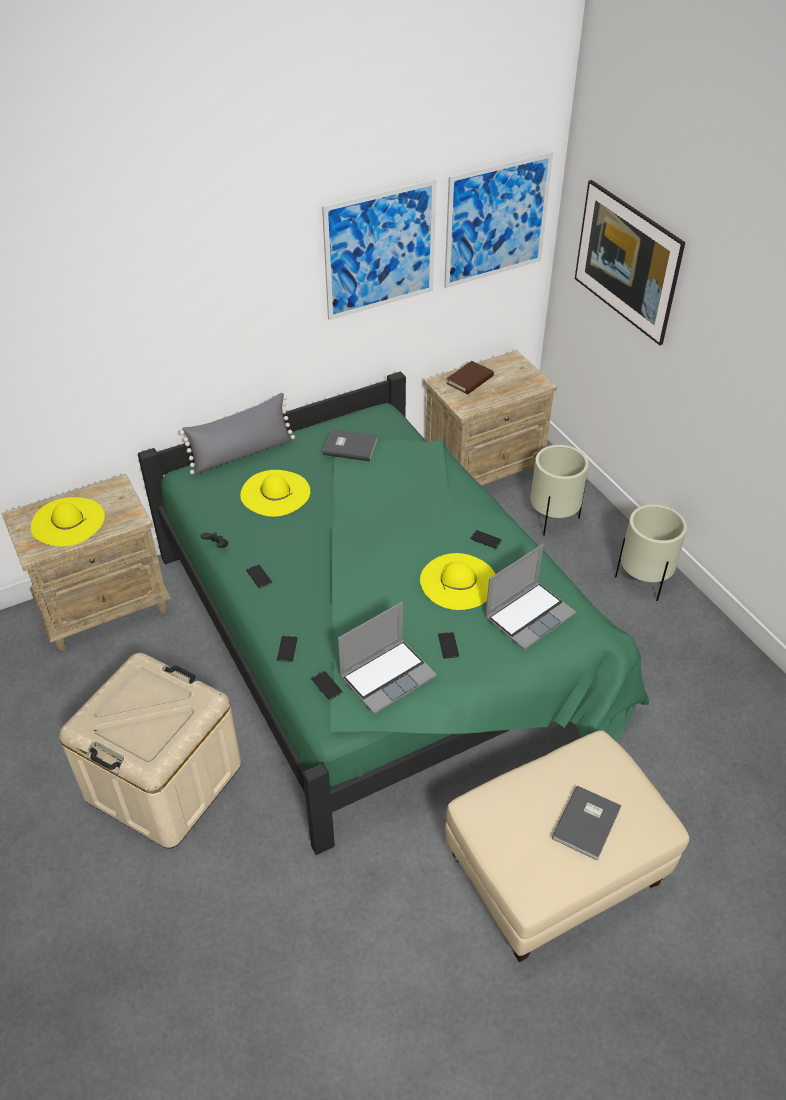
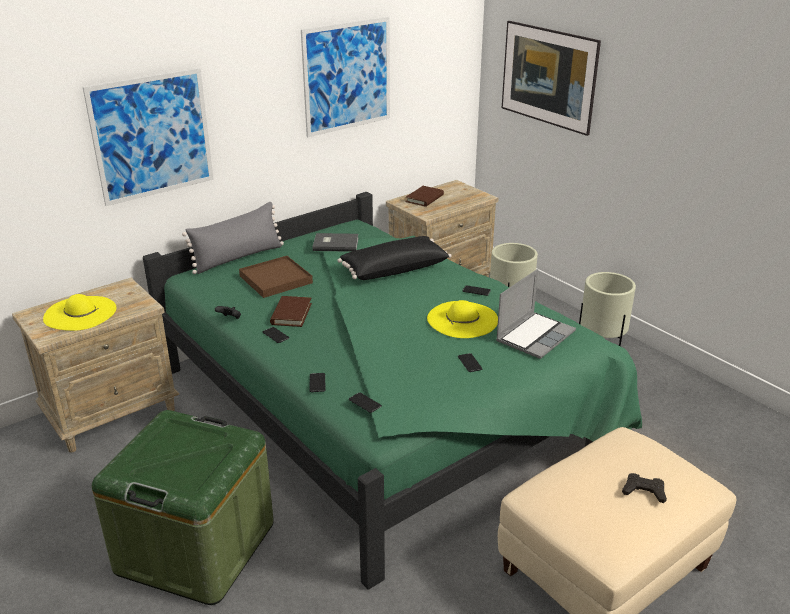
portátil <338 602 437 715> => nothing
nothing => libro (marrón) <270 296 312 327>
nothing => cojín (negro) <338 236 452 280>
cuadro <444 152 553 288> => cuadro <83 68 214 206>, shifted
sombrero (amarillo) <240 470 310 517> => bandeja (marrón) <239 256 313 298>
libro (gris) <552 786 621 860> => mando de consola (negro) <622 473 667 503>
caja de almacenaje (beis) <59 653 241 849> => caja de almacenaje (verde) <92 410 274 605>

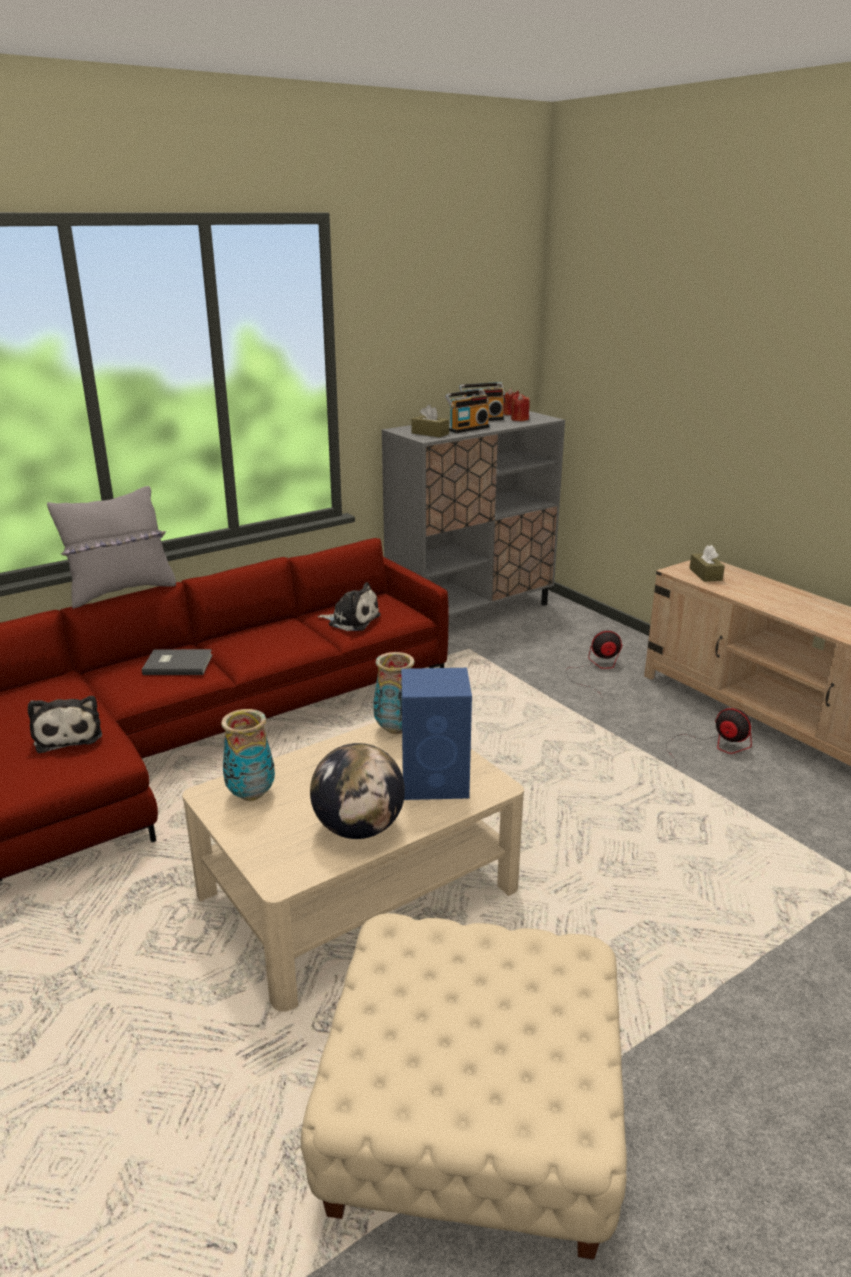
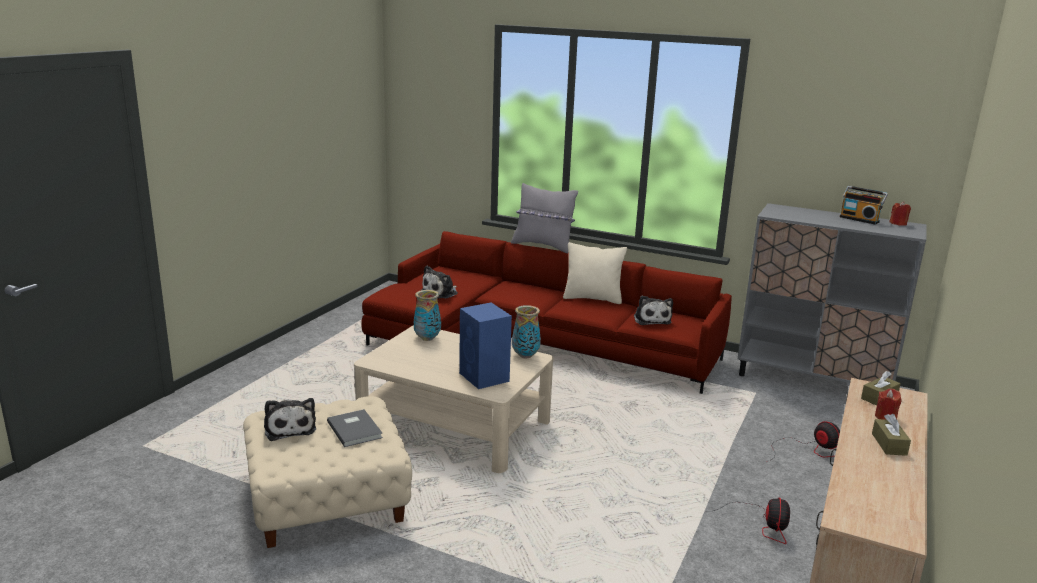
globo terráqueo <310 743 405 839> => nothing
radio <445 389 489 433> => nothing
nothing => peluche <264 398 316 441>
nothing => cojín (beis) <563 242 627 304>
libro (gris) <142 649 212 675> => libro (gris) <327 409 383 447>, shifted
caja de pañuelos (marrón) <412 405 449 437> => caja de pañuelos (marrón) <872 414 911 456>, shifted
vela (rojo) <511 394 530 421> => vela (rojo) <875 388 902 420>, shifted

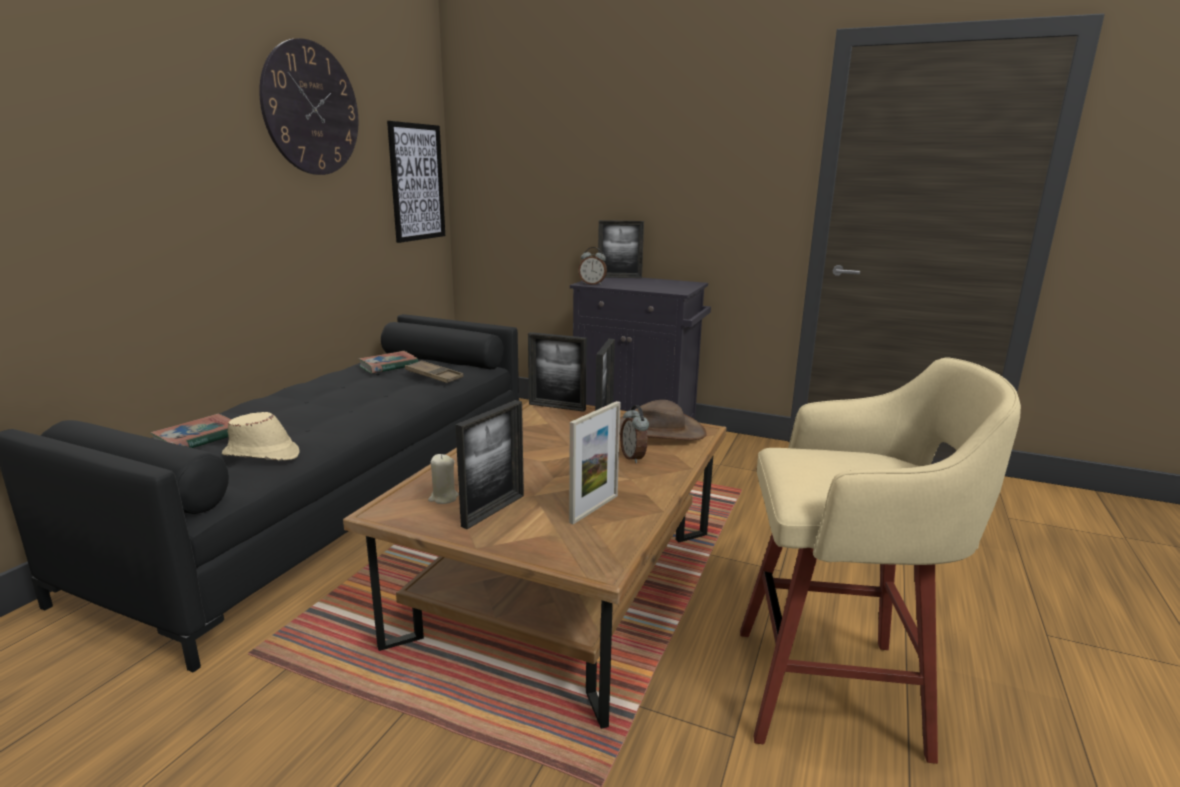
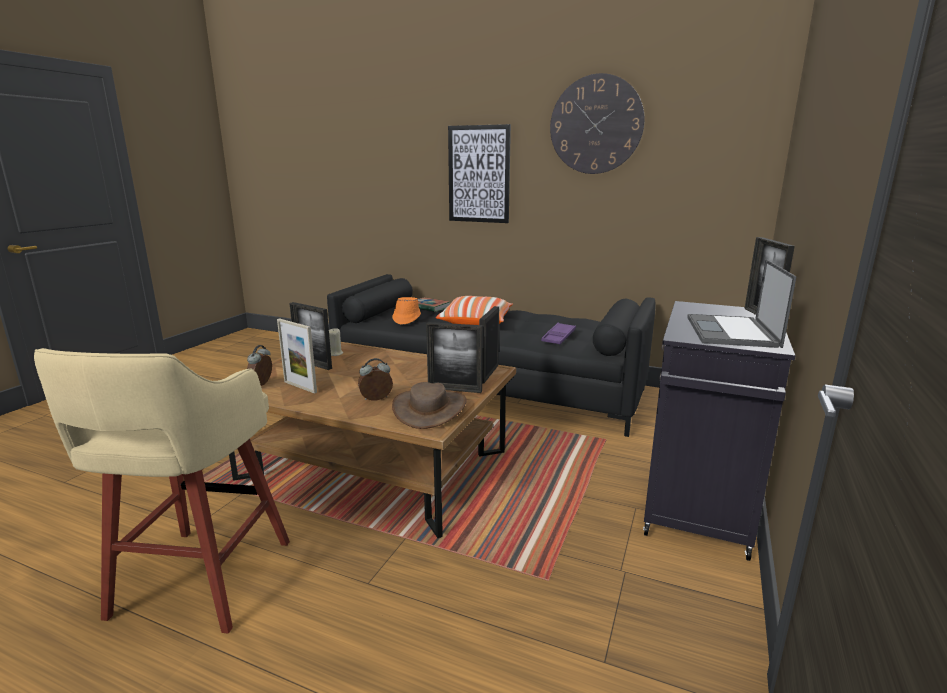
libro <359 351 418 374> => nothing
nothing => cojín <436 296 513 325>
nothing => portátil <687 259 796 348>
cuadro <387 121 445 243> => cuadro <448 124 511 223>, shifted
despertador <579 247 607 285> => despertador <247 345 272 386>, shifted
sombrero (beis) <222 412 300 461> => sombrero (naranja) <392 297 421 325>
bandeja (marrón) <405 360 463 383> => bandeja (morado) <541 323 576 344>

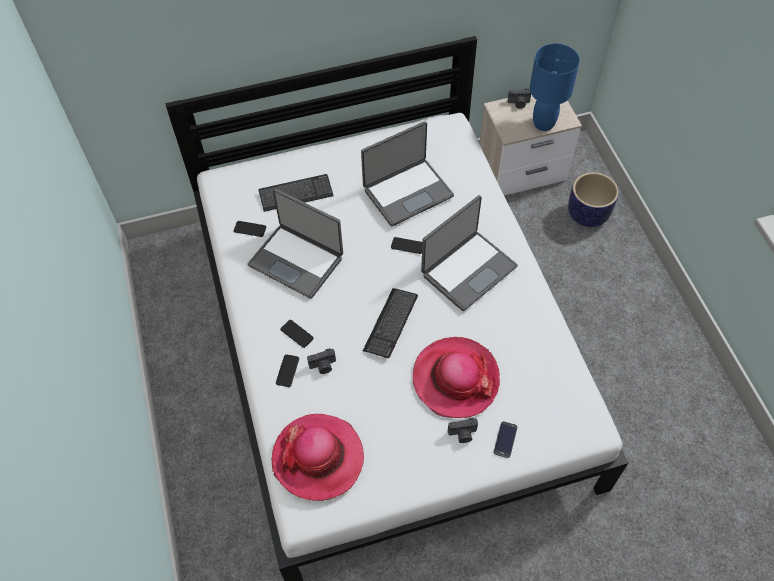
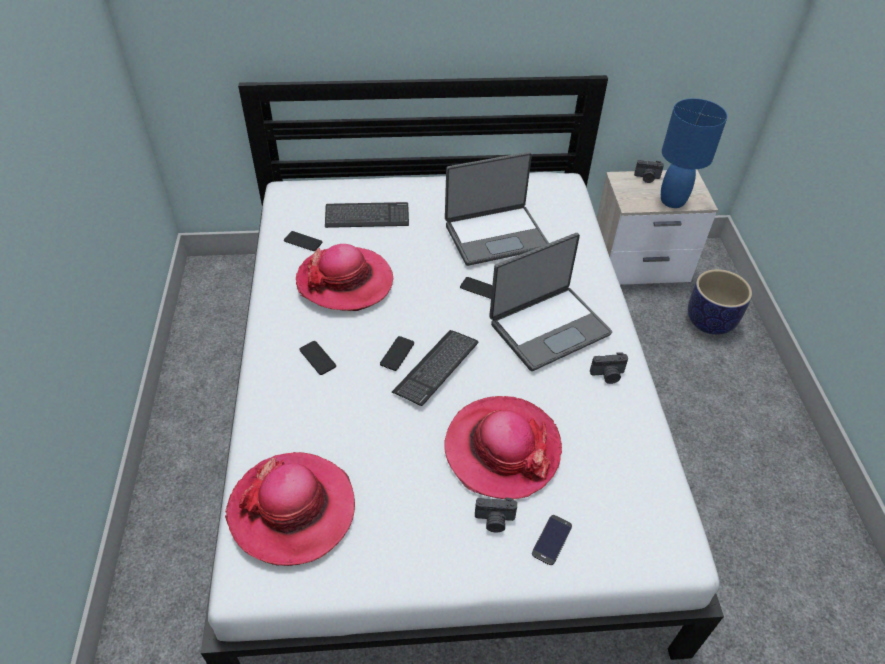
móvil <276 354 299 387> => móvil <380 336 414 371>, shifted
cámara <307 348 336 374> => cámara <590 353 628 384>, shifted
portátil <247 189 343 299> => sombrero <296 244 393 311>

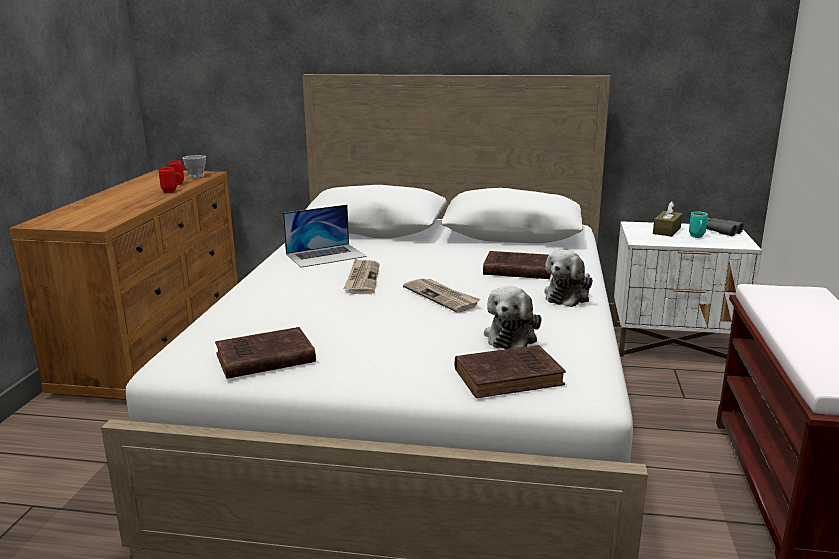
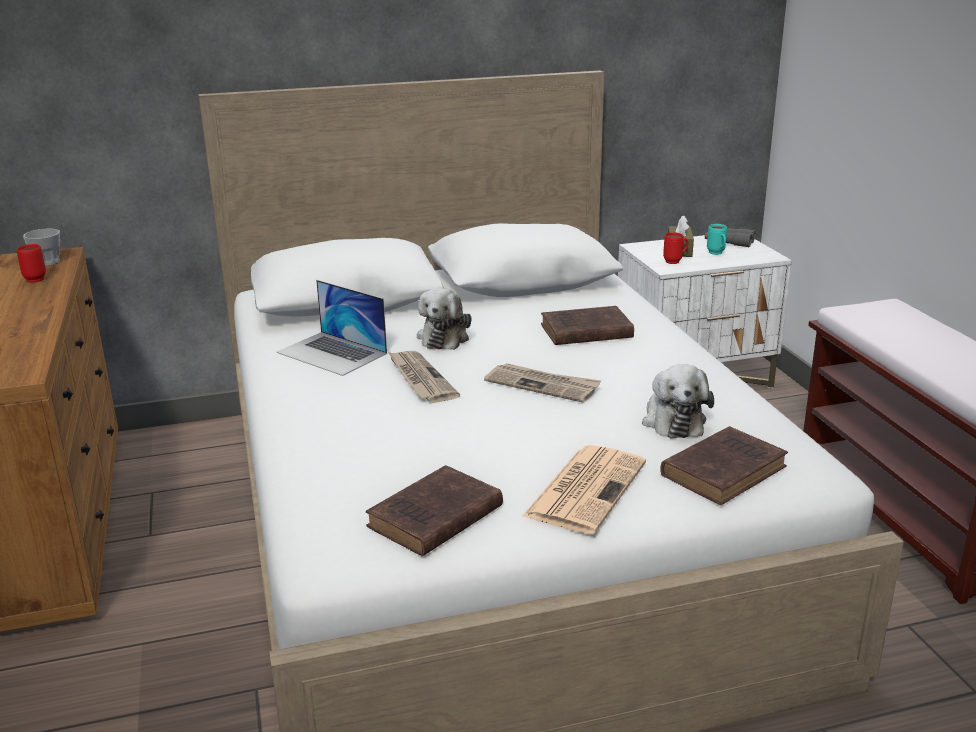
nothing => periódico <522 445 646 534>
taza grande (rojo) <159 167 182 193> => taza grande (rojo) <663 232 688 264>, shifted
peluche <544 250 593 307> => peluche <417 288 472 350>, shifted
portátil <283 205 367 268> => portátil <276 280 387 376>, 90 degrees clockwise

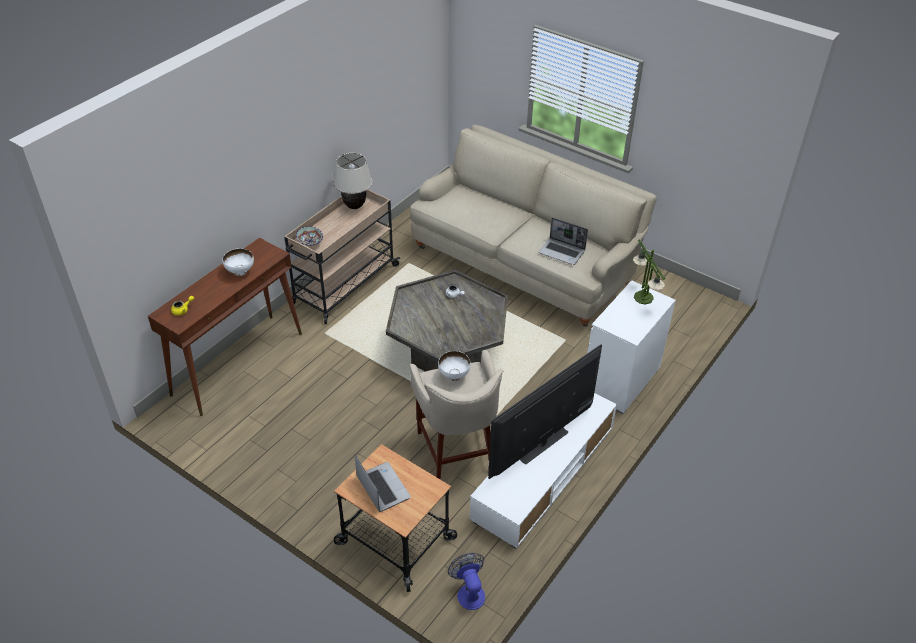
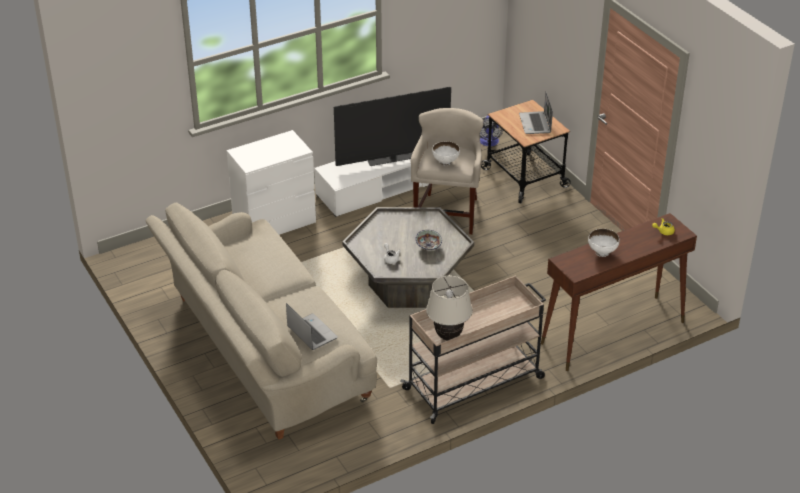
lámpara de mesa <633 239 665 305> => nothing
cuenco <296 226 323 246> => cuenco <416 230 442 250>, shifted
portátil <539 217 588 265> => portátil <286 303 338 350>, shifted

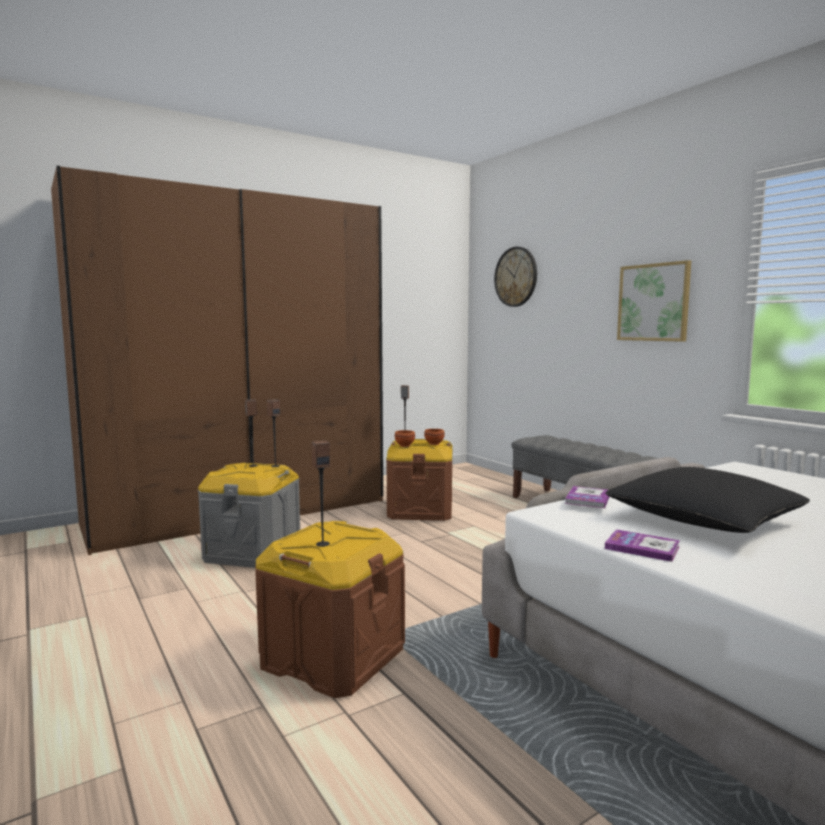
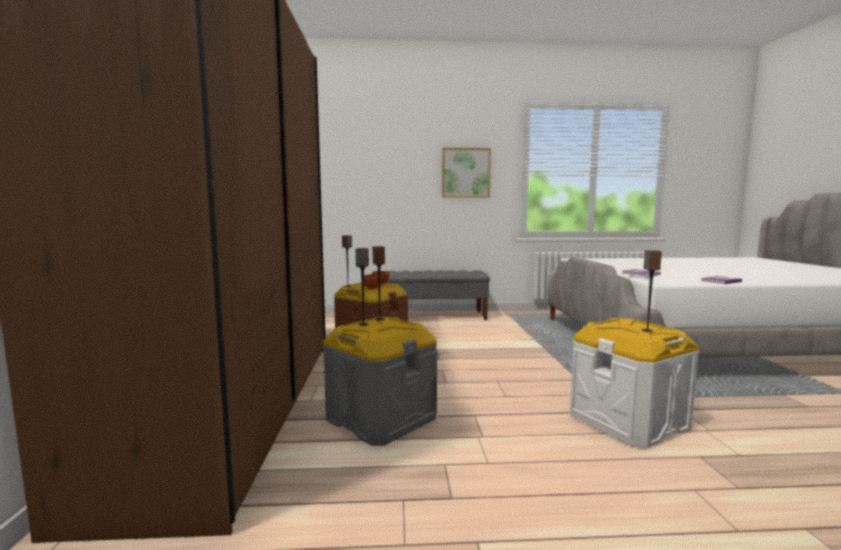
reloj de pared <494 247 537 307> => nothing
cojín (negro) <605 467 810 533> => nothing
caja de almacenaje (marrón) <255 521 405 698> => caja de almacenaje (blanco) <570 318 699 448>

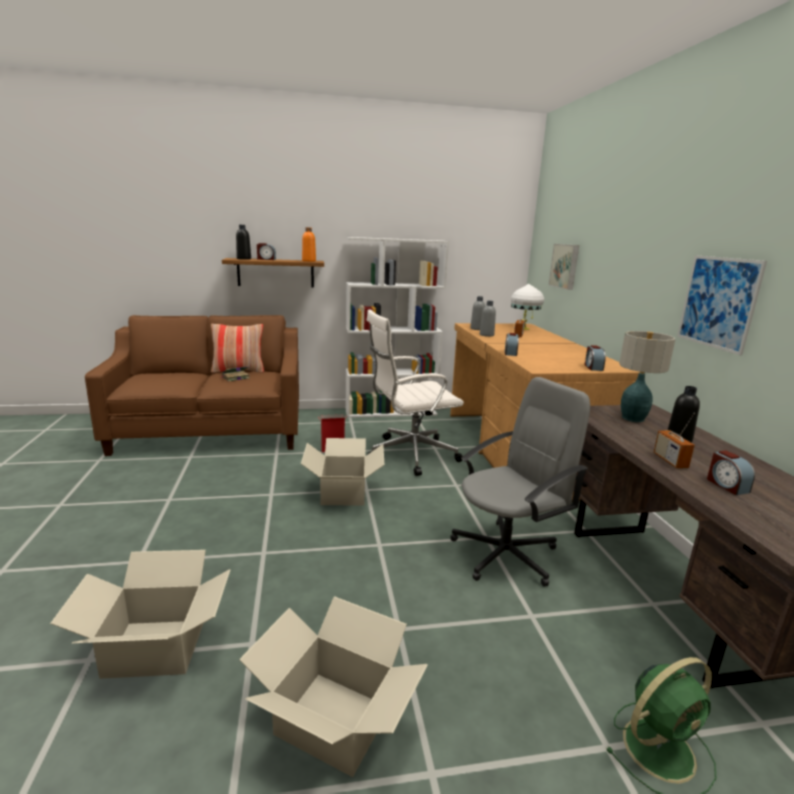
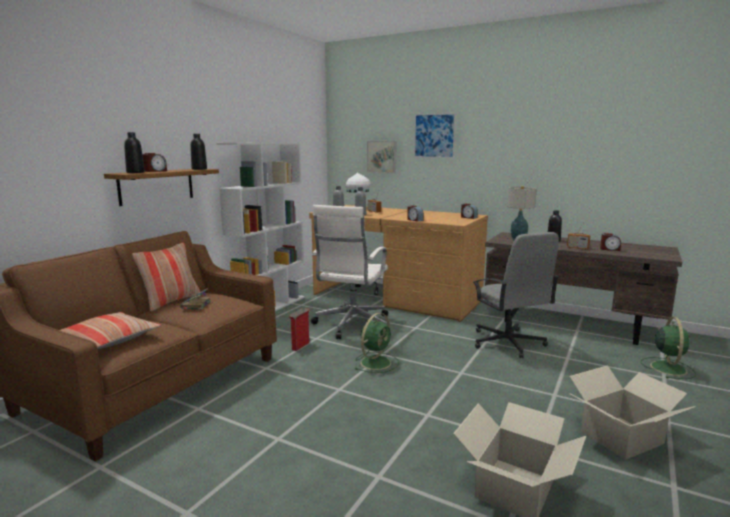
nothing => cojín <60 312 161 349>
cuadro <677 255 767 356> => cuadro <414 113 456 158>, shifted
caja de cartón <301 438 384 506> => ventilador (verde) <354 313 399 373>
botella (naranja) <302 227 316 262> => botella (negro) <190 134 207 170>
silla de oficina (gris) <450 377 590 587> => silla de oficina (gris) <473 232 559 358>, 150 degrees clockwise

